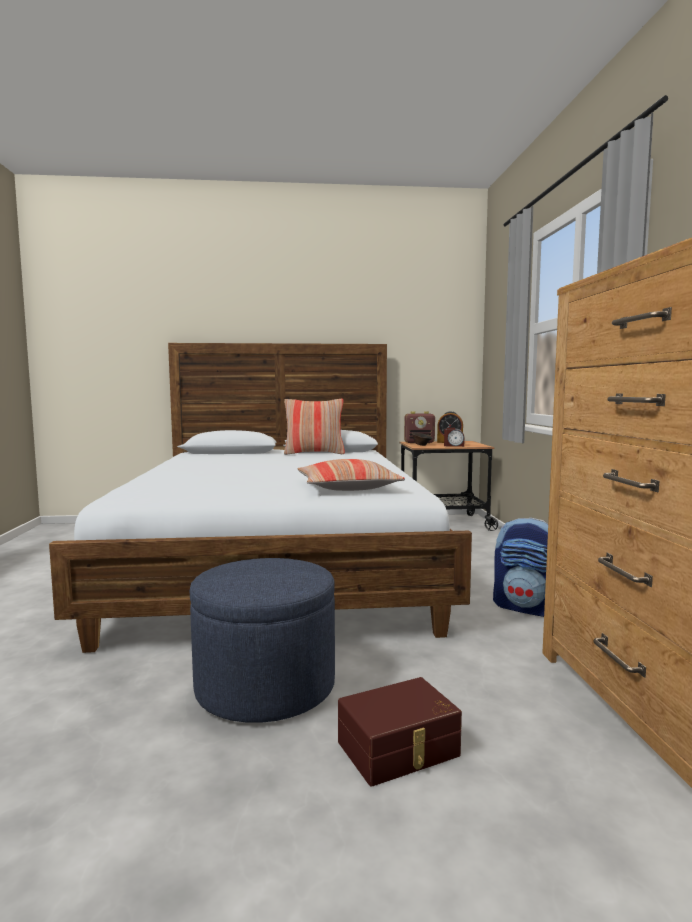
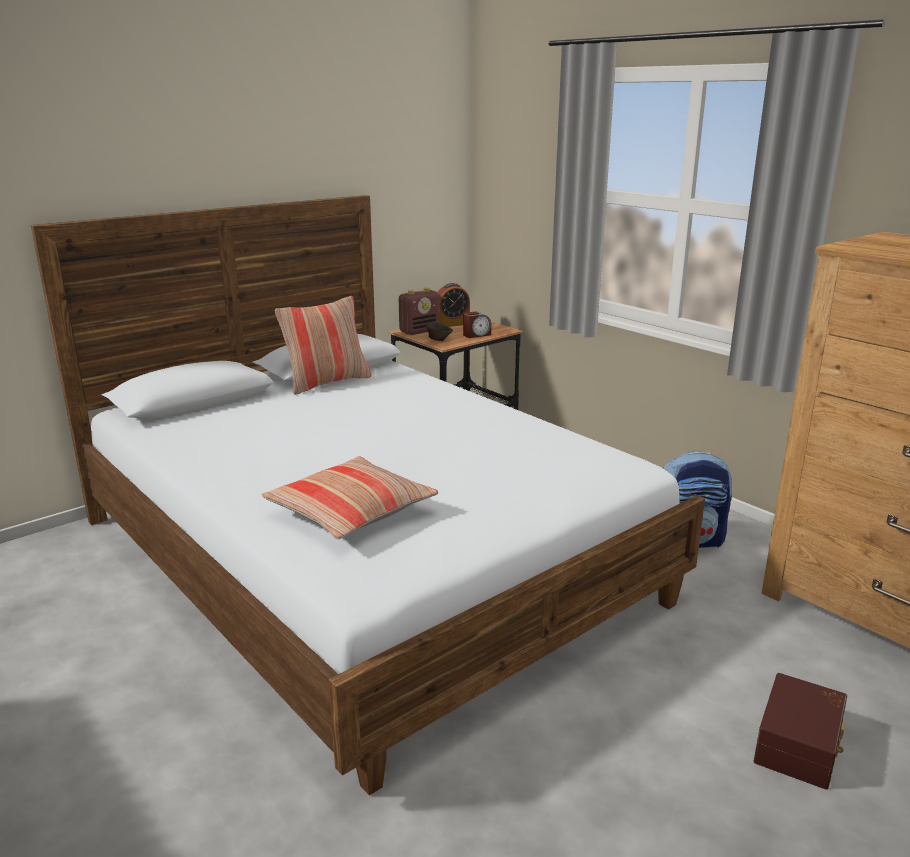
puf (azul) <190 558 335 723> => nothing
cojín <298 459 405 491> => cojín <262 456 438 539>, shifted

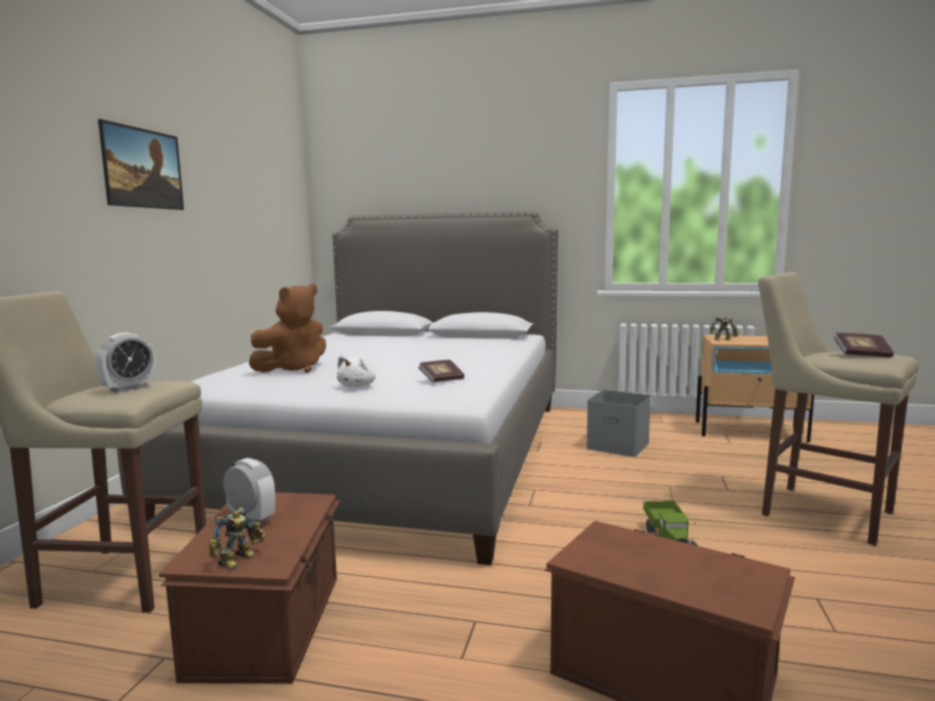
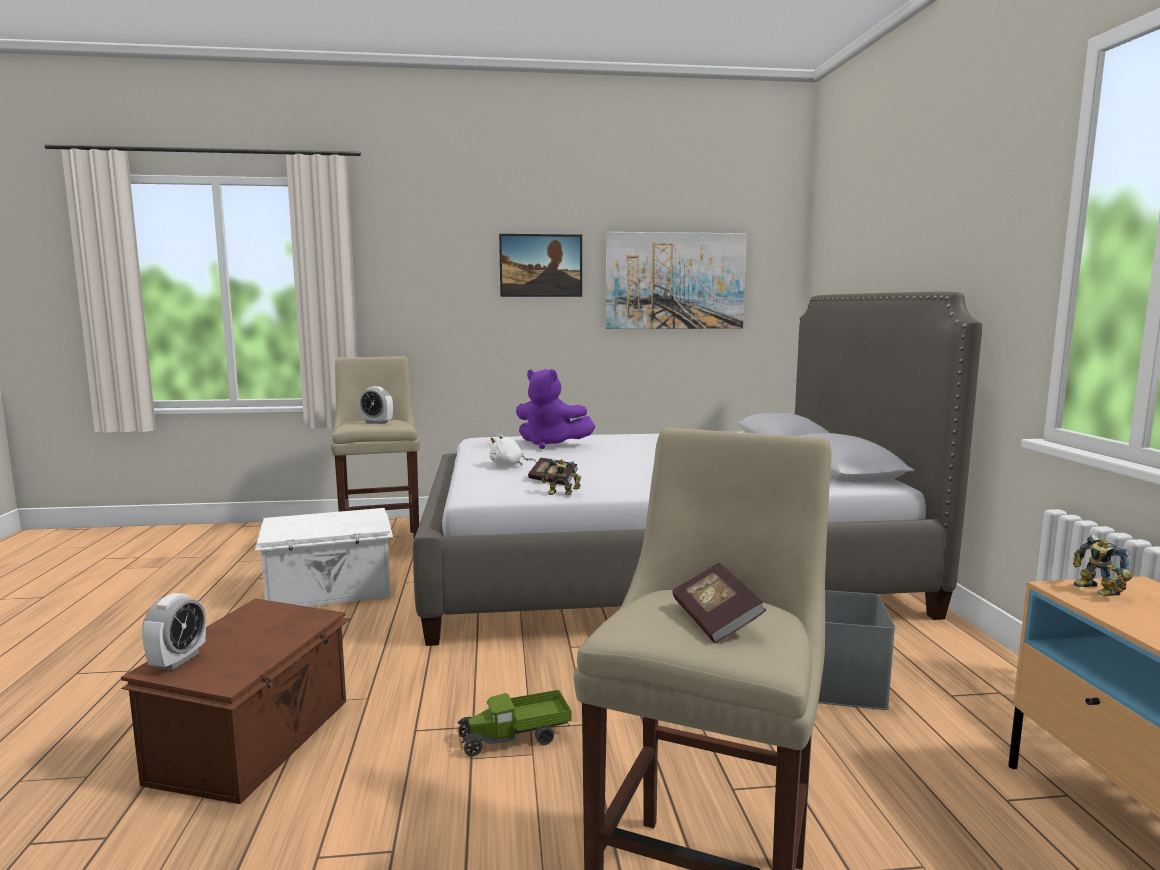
nothing => cuadro <606 232 747 329>
robot de juguete <208 507 266 569> => robot de juguete <541 459 581 495>, shifted
despertador <224 458 275 523> => despertador <142 593 206 670>, shifted
caja de almacenaje (marrón) <159 492 340 684> => caja de almacenaje (blanco) <255 508 393 607>
peluche (marrón) <249 284 326 373> => peluche (morado) <516 369 595 449>

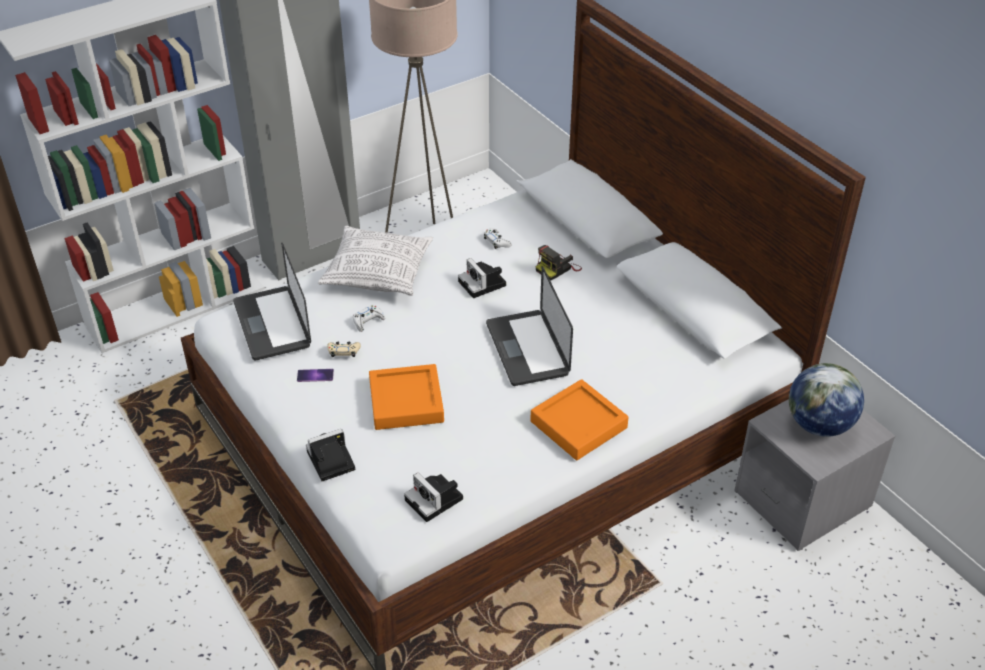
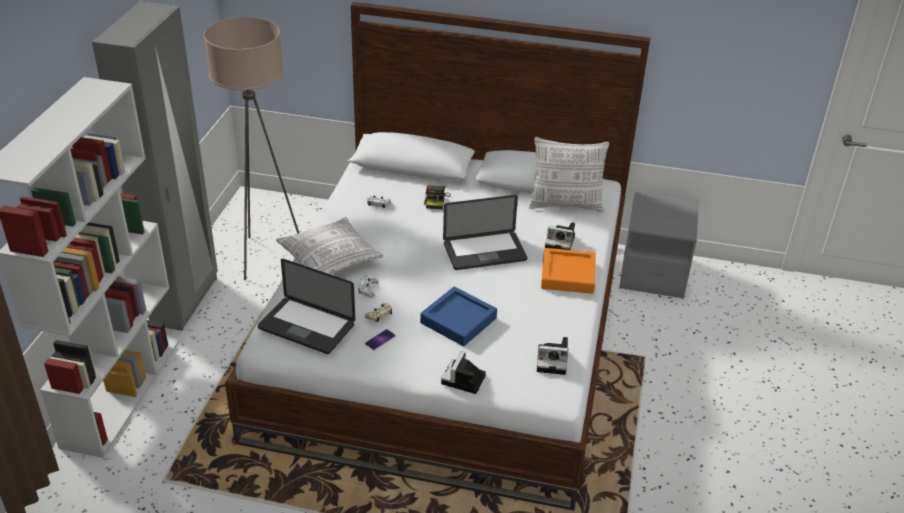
globo terráqueo <789 363 864 437> => nothing
nothing => cojín <529 137 609 212>
cámara <458 258 506 298> => cámara <545 222 575 250>, shifted
bandeja (naranja) <369 364 444 430> => bandeja (azul) <420 287 497 346>
portátil <486 266 573 386> => portátil <443 195 528 270>, 45 degrees counterclockwise

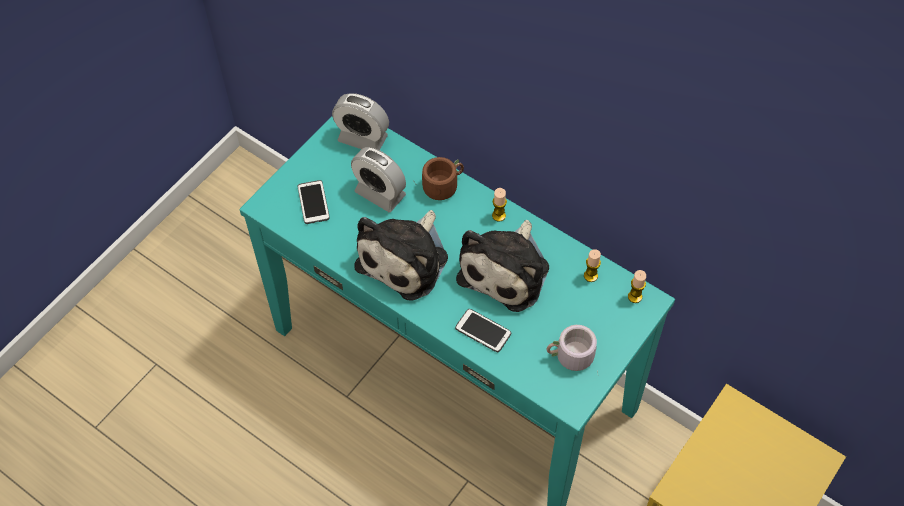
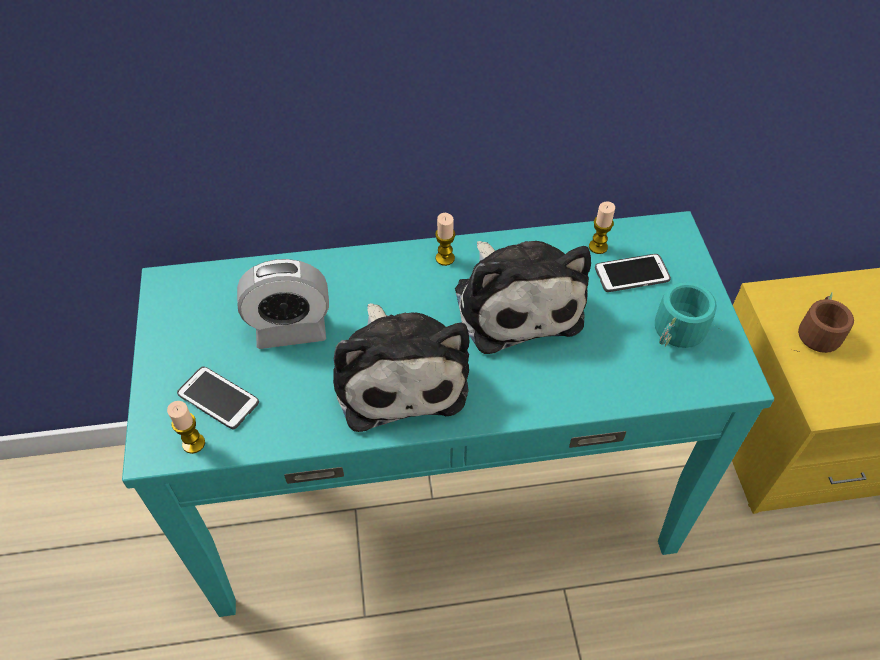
despertador <332 93 389 150> => nothing
taza grande (marrón) <414 157 464 200> => taza grande (marrón) <794 292 854 353>, shifted
móvil <455 309 511 352> => móvil <595 254 671 292>, shifted
vela <628 270 646 303> => vela <167 401 205 454>, shifted
taza grande (gris) <546 325 598 372> => taza grande (turquesa) <655 282 723 348>

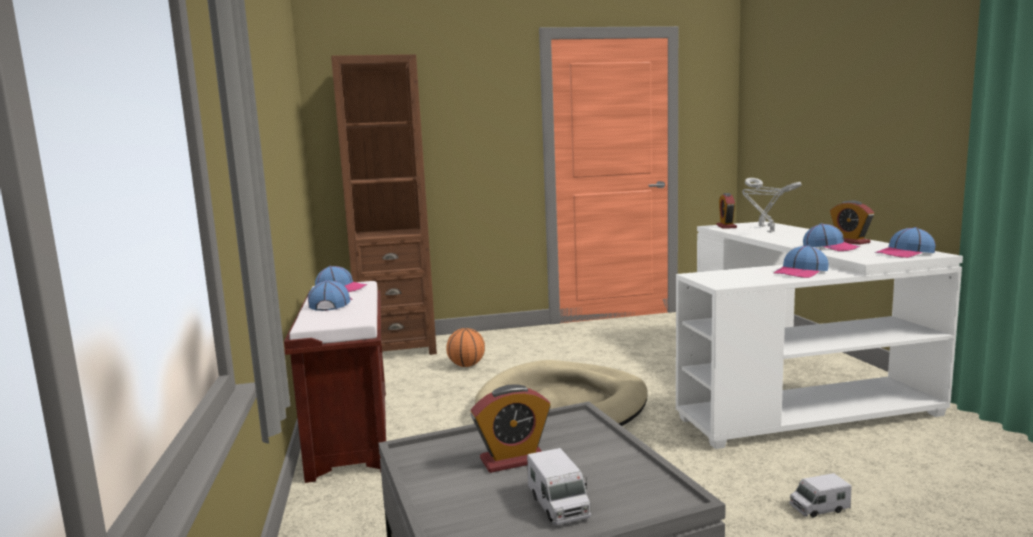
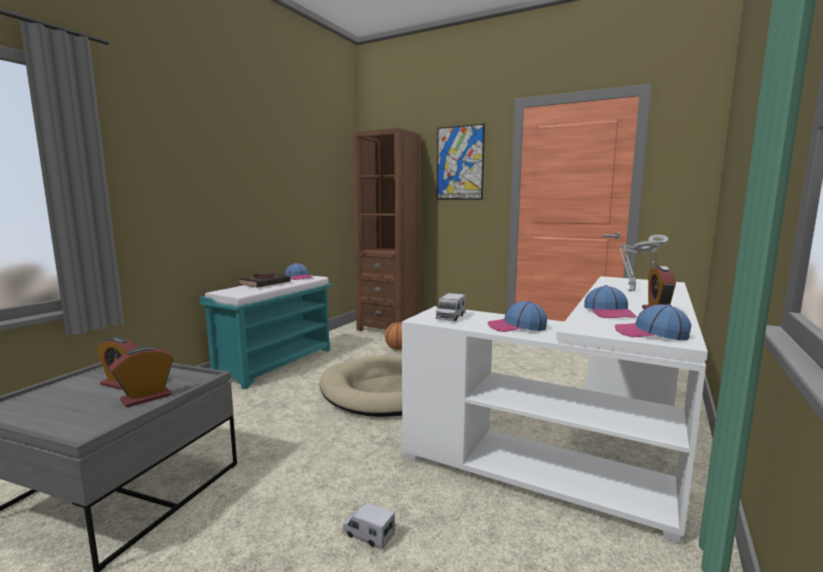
nothing => cuadro <437 124 485 200>
camión de juguete <527 448 591 525> => camión de juguete <436 293 466 321>, shifted
despertador <716 193 737 229> => despertador <110 346 173 407>, shifted
gorra <308 280 352 311> => libro (negro) <238 273 291 287>
banco (marrón) <284 281 386 483> => banco (turquesa) <200 275 332 389>

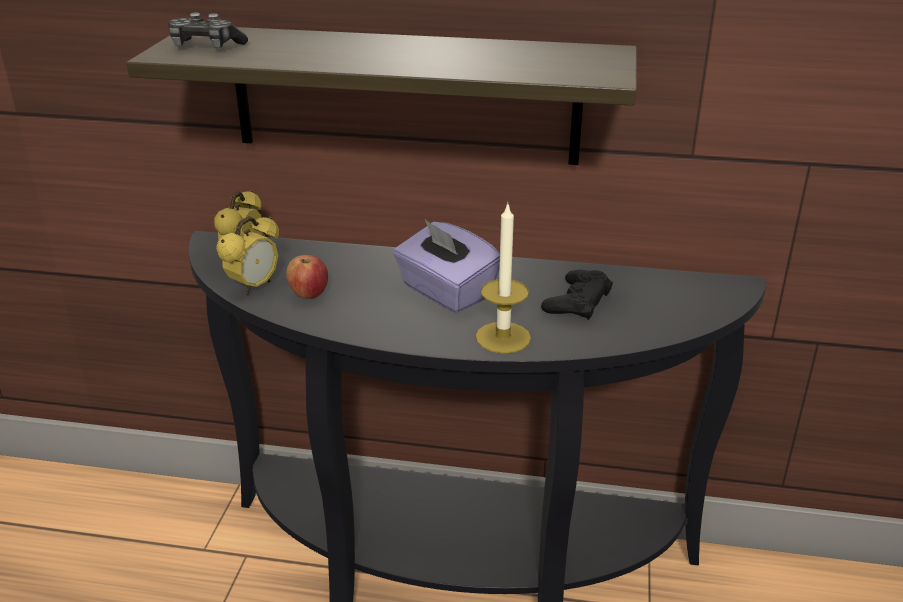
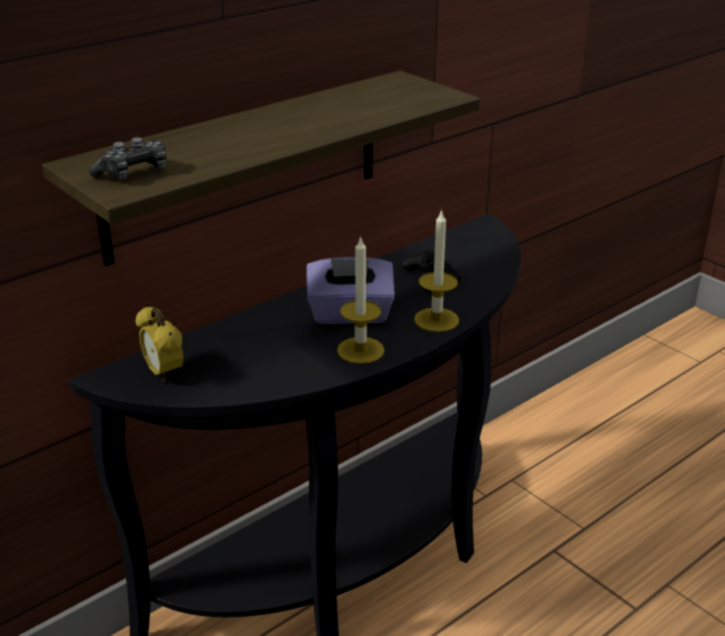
despertador <216 216 279 295> => nothing
manzana <286 255 328 299> => nothing
nothing => vela <337 235 384 364>

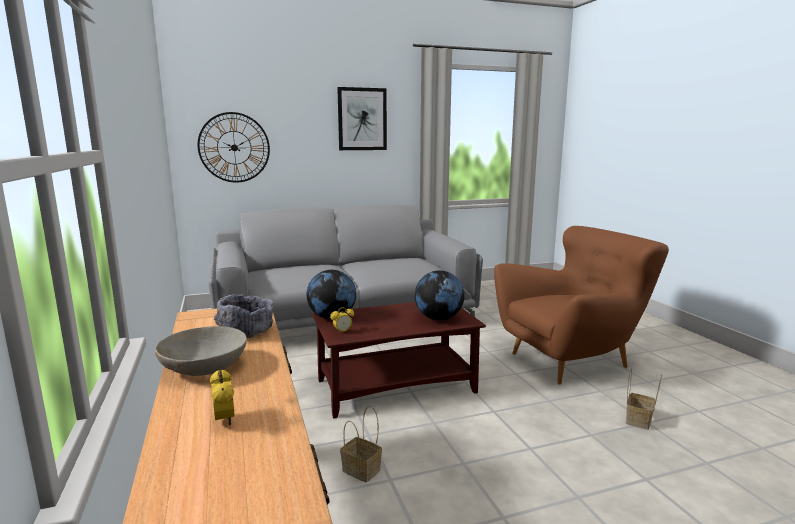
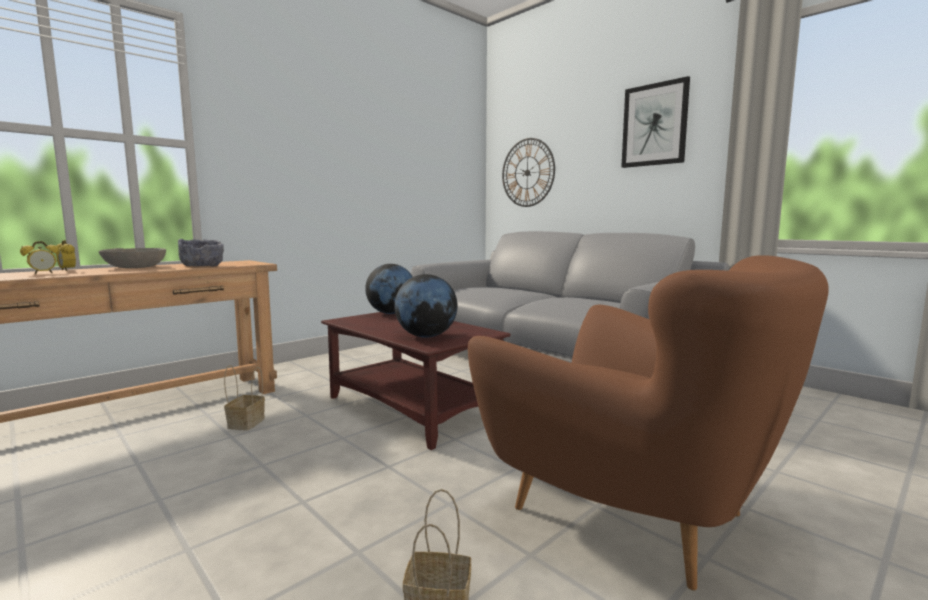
despertador <330 307 354 334> => despertador <56 240 76 271>, shifted

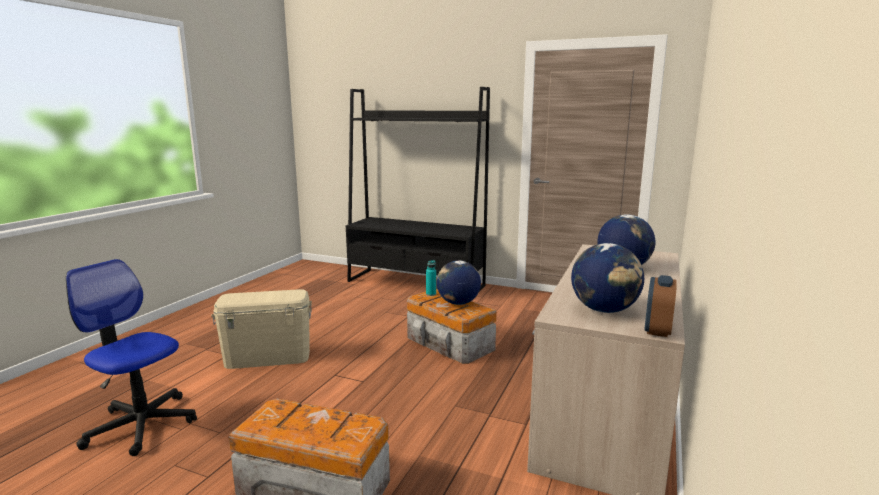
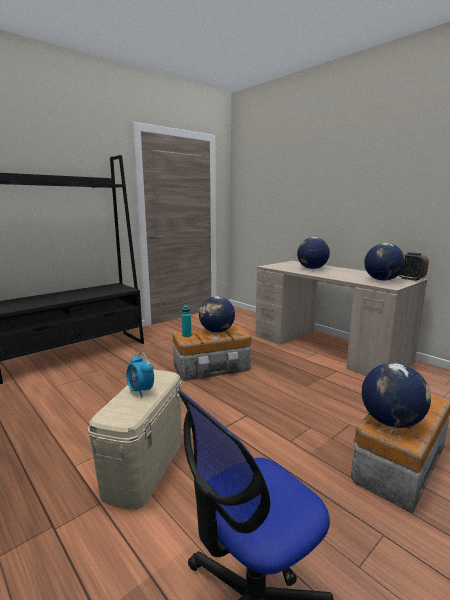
nothing => despertador <126 353 154 397>
nothing => globo terráqueo <362 363 431 428>

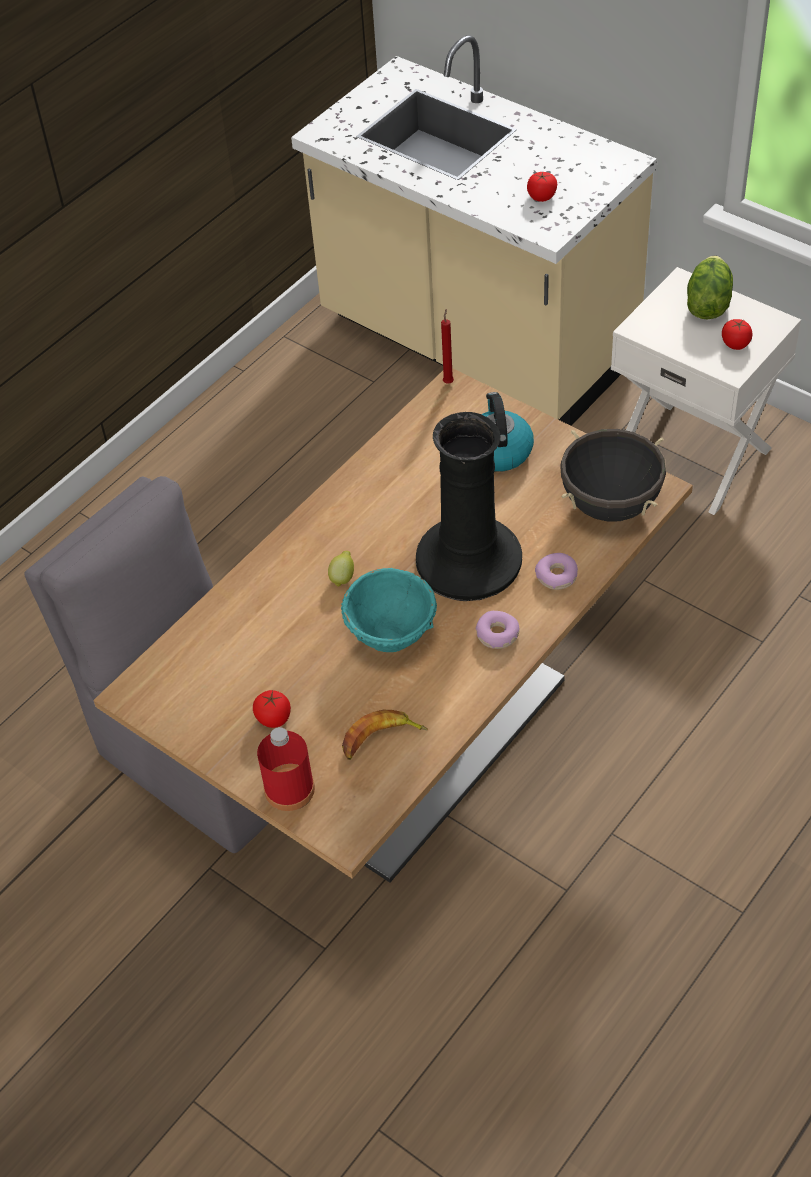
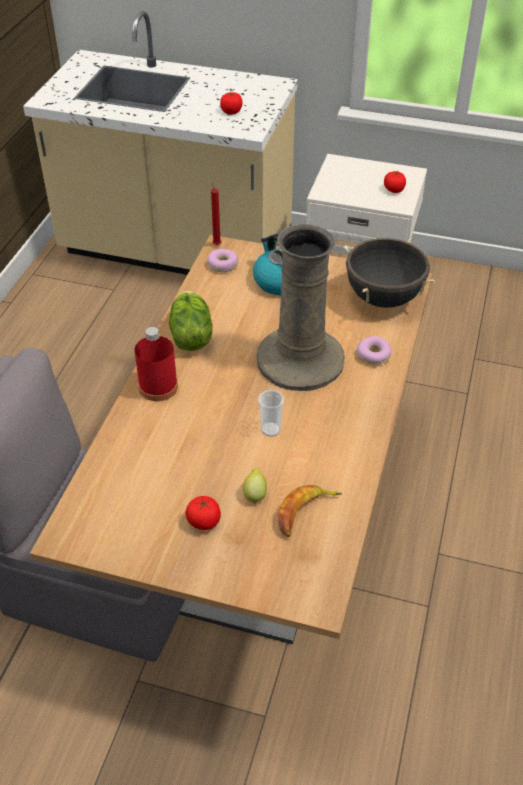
botella (rojo) <257 727 315 811> => botella (rojo) <134 327 178 401>, shifted
limón <328 551 354 587> => limón <243 468 267 504>, shifted
rosquilla <476 611 520 649> => rosquilla <208 249 239 272>, shifted
lechuga <687 256 733 319> => lechuga <169 290 213 351>, shifted
cuenco (turquesa) <341 568 437 652> => taza <258 390 284 437>
florero (negro) <416 412 522 601> => florero (beis) <256 224 345 391>

